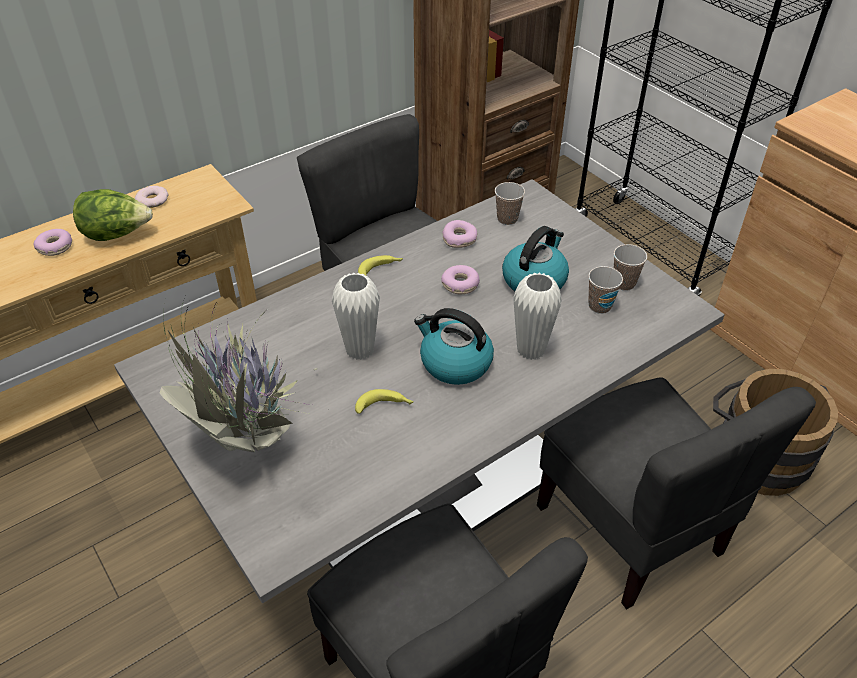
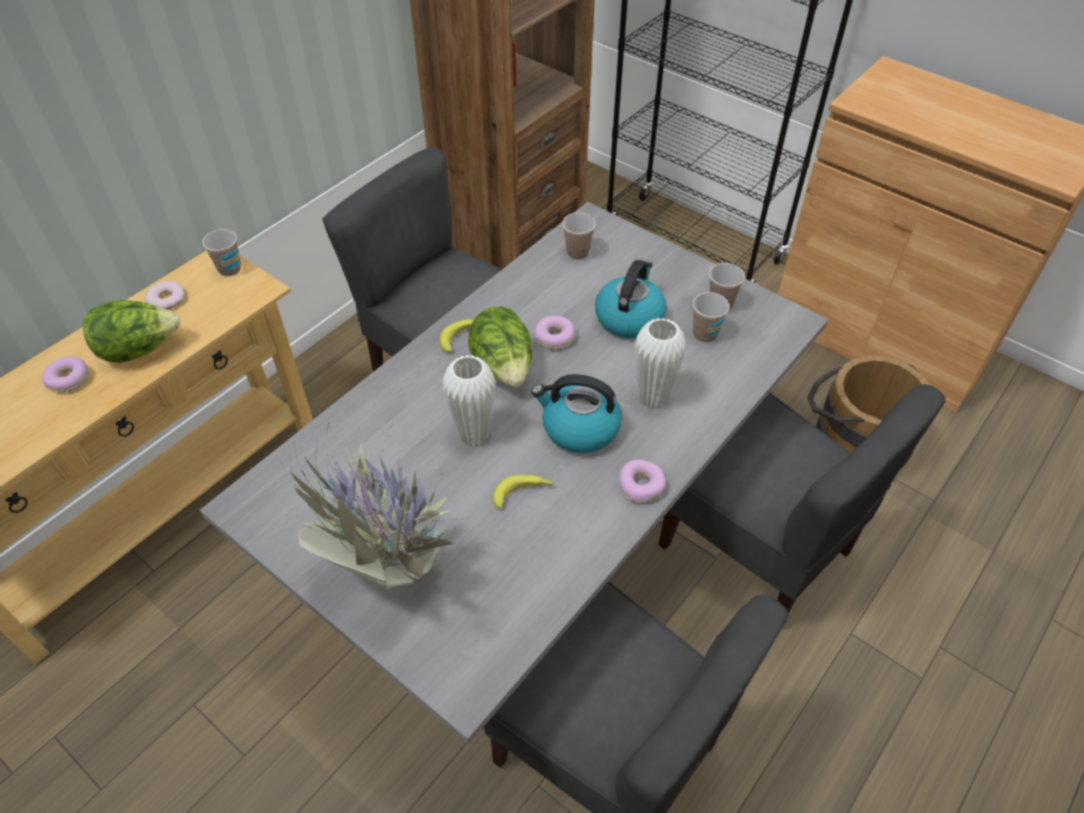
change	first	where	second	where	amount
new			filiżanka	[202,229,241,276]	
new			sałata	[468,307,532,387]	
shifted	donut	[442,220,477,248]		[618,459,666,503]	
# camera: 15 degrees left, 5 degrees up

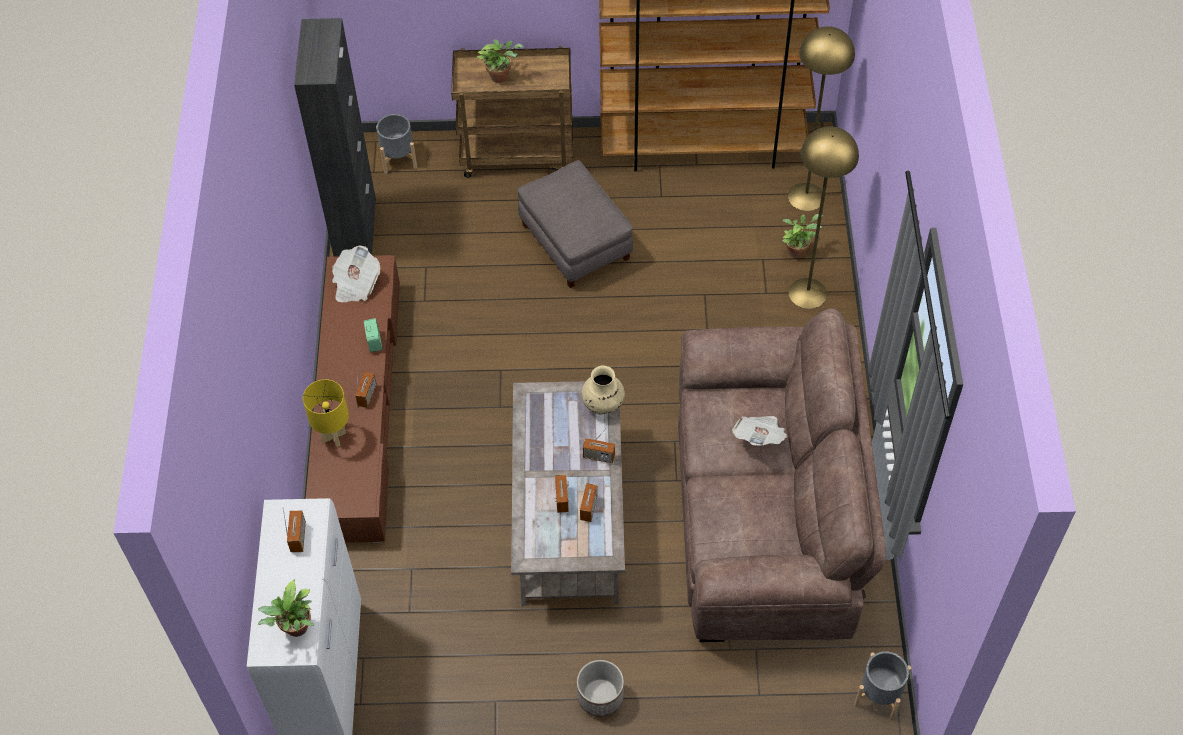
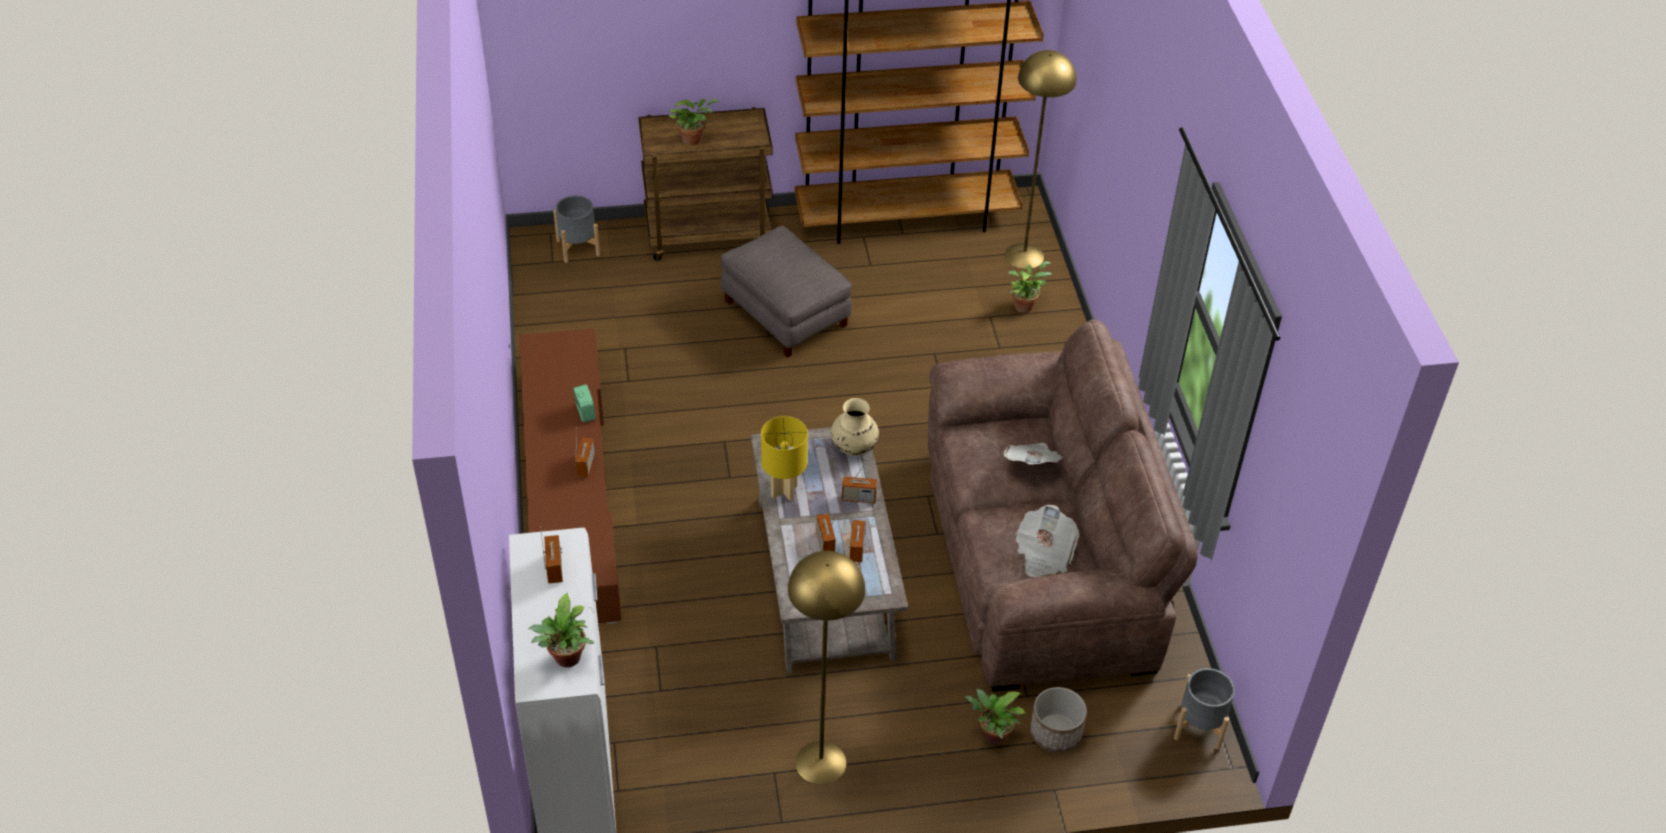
change	first	where	second	where	amount
gone	szafka (czarny)	[294,18,376,257]			
new			roślina doniczkowa	[965,689,1026,745]	
shifted	lampa stołowa (żółty)	[303,379,349,447]		[761,416,808,501]	
shifted	gazeta	[332,246,380,302]		[1015,505,1079,577]	
shifted	donica	[577,660,624,717]		[1030,687,1087,752]	
shifted	lampa stojąca (żółty)	[789,126,859,309]		[788,551,865,785]	
# camera: 10 degrees left, 10 degrees down

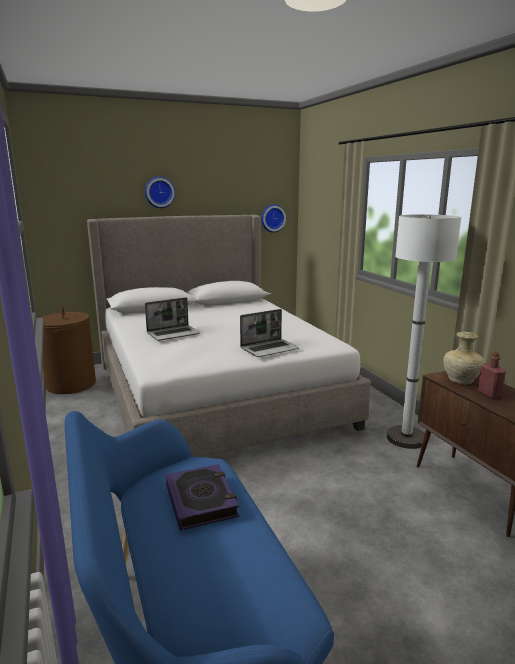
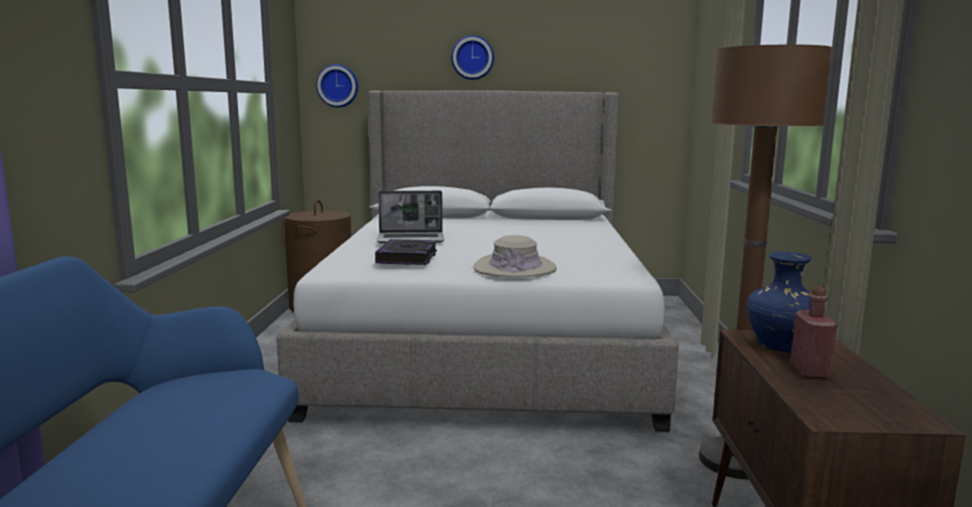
change	first	where	second	where	amount
shifted	książka	[166,464,239,531]		[375,239,437,265]	
shifted	zegar ścienny	[261,204,286,232]		[316,64,358,108]	
swapped	laptop	[240,309,299,357]	kapelusz (beżowy)	[473,235,557,277]	
repainted	lampa stojąca (biały)	[387,214,461,449]	lampa stojąca (brązowy)	[699,45,832,479]	
repainted	wazon (beżowy)	[443,332,484,384]	wazon (niebieski)	[747,251,825,352]	
# camera: 25 degrees right, 5 degrees down

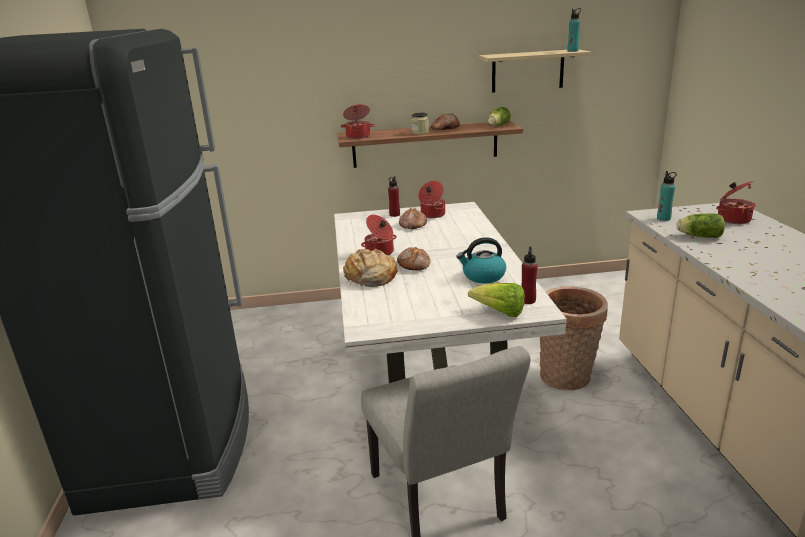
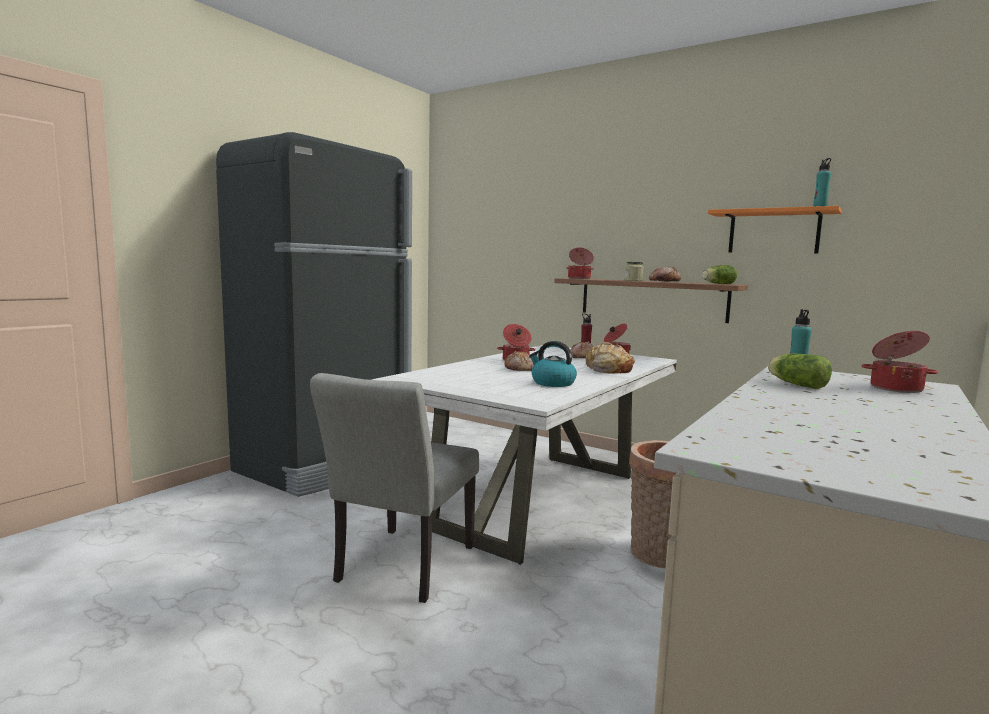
change	first	where	second	where	amount
gone	sałata	[468,283,525,317]			
gone	butelka (czerwony)	[521,247,538,304]			
shifted	chleb	[343,248,398,287]		[585,342,635,373]	
repainted	półka (beżowy)	[479,49,591,93]	półka (pomarańczowy)	[708,206,842,253]	
# camera: 40 degrees right, 15 degrees down

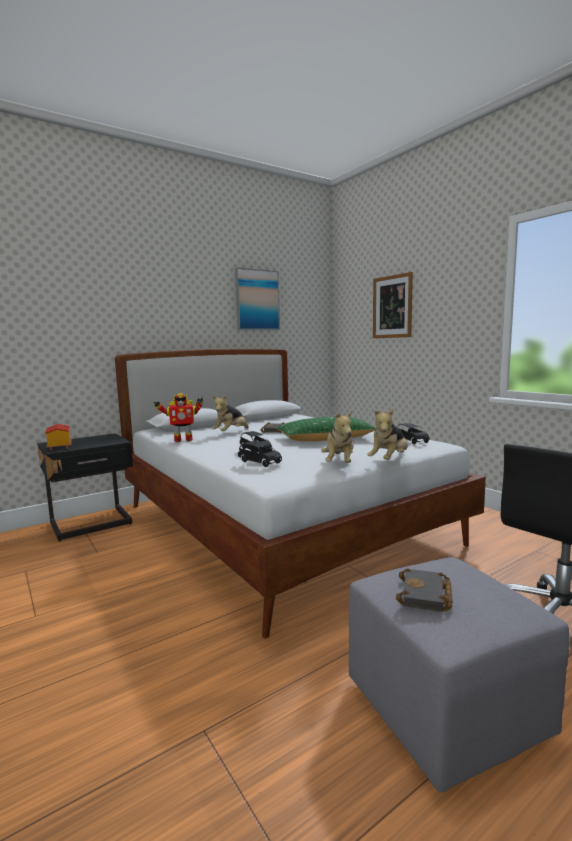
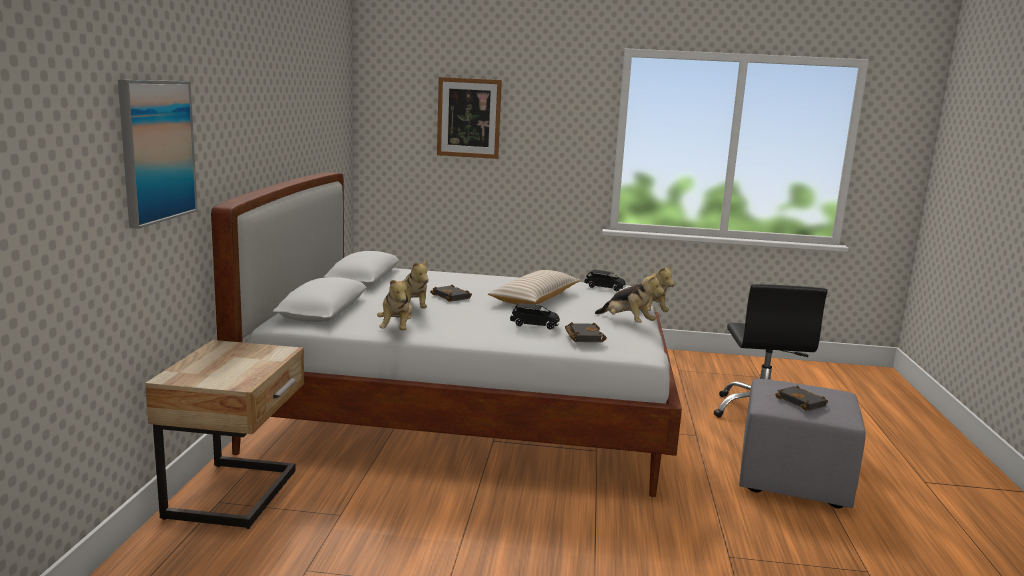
change	first	where	second	where	amount
gone	domek	[45,424,72,450]			
shifted	obraz	[235,267,280,330]		[118,80,198,229]	
swapped	robot zabawkowy	[154,393,204,442]	pluszak	[377,276,413,330]	
swapped	samochodzik (czarny)	[238,441,282,467]	książka (czarny)	[565,322,607,342]	
repainted	szafka nocna (czarny)	[37,433,133,541]	szafka nocna (beżowy)	[145,340,304,529]	
repainted	poduszka (zielony)	[277,417,376,441]	poduszka (beżowy)	[488,270,580,305]	
# camera: 50 degrees left, 5 degrees up

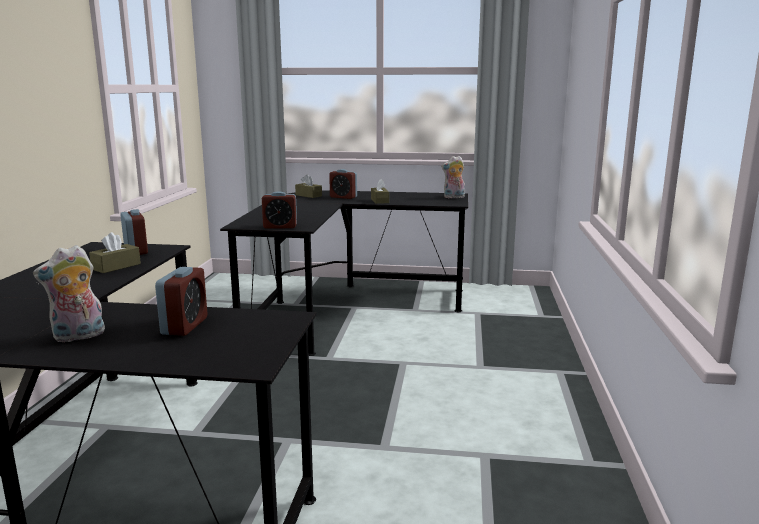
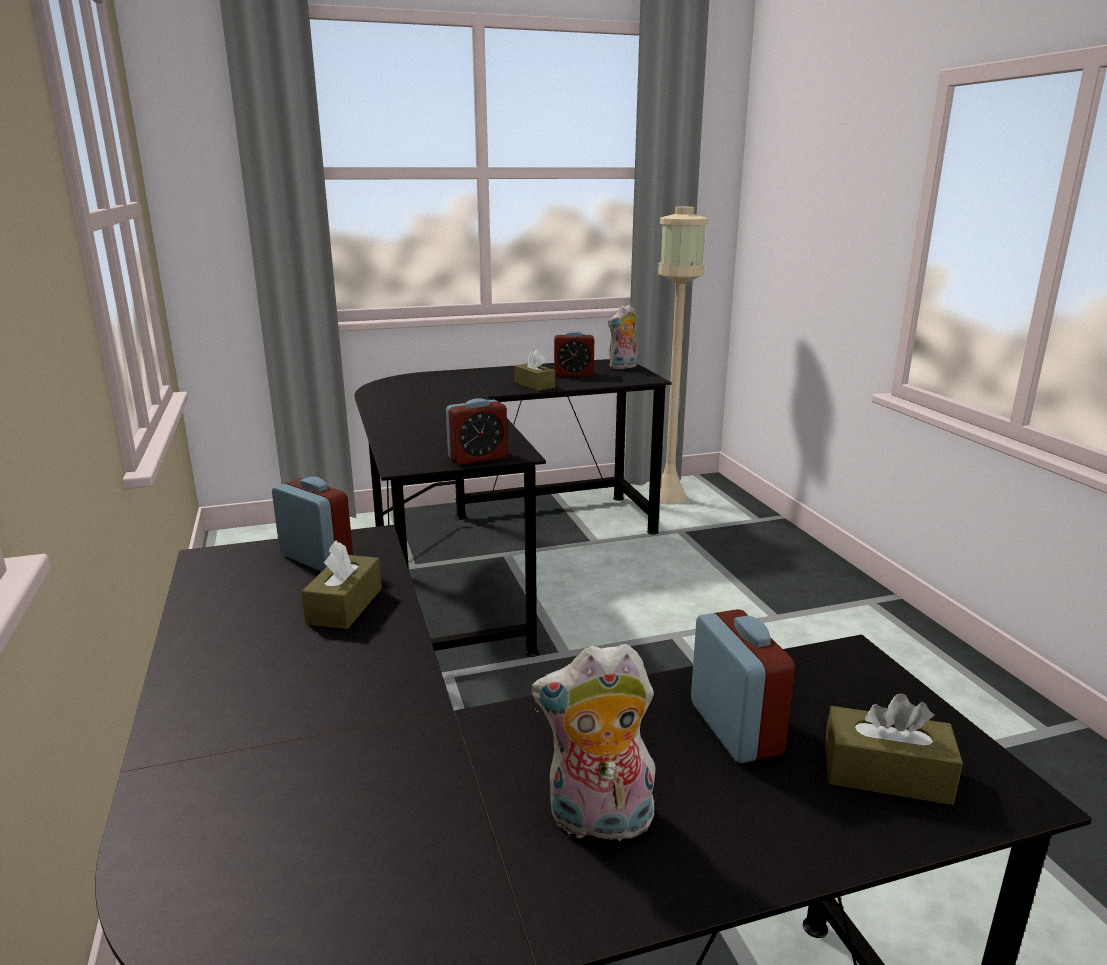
change	first	where	second	where	amount
new			lampa stojąca (beżowy)	[658,207,708,505]	
shifted	pudełko chusteczek (brązowy)	[295,175,322,198]		[825,693,963,805]	
shifted	budzik	[329,169,357,199]		[554,331,594,376]	
rotated	pluszak	[33,245,105,343]		[531,644,656,848]	60 degrees clockwise
# camera: 25 degrees left, 5 degrees up

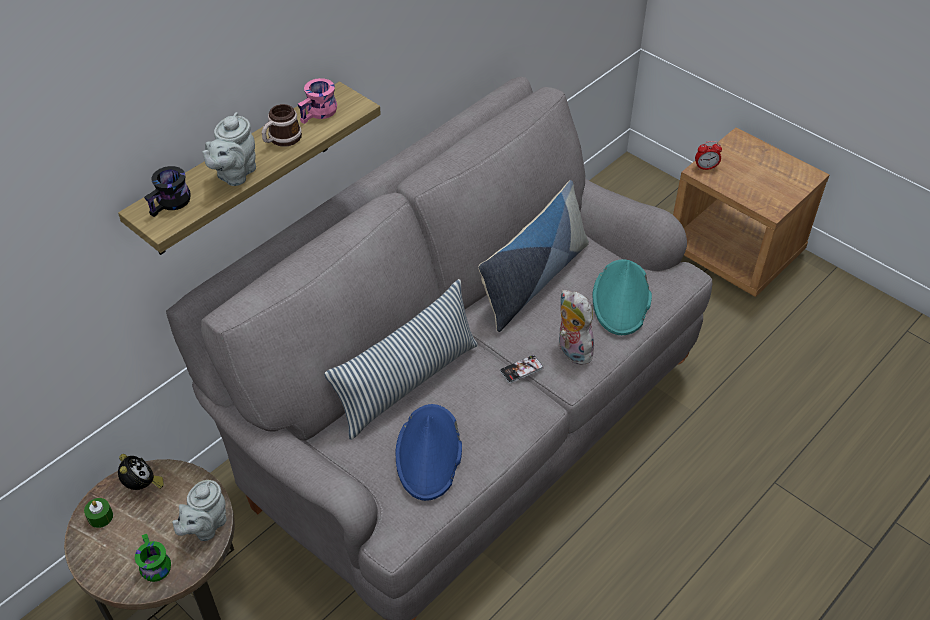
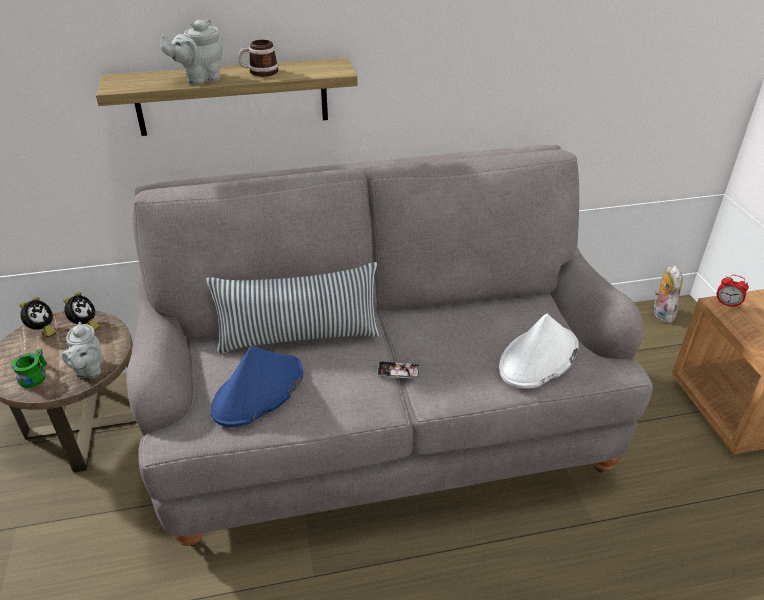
change	first	where	second	where	amount
gone	kubek (czarny)	[144,166,191,217]			
gone	kubek (różowy)	[298,78,337,124]			
gone	poduszka	[478,180,589,332]			
shifted	pluszak	[559,290,597,365]		[653,266,683,323]	
swapped	świeca (zielony)	[84,498,113,528]	budzik	[19,297,57,338]	
repainted	kapelusz (turkusowy)	[592,259,652,335]	kapelusz (biały)	[499,314,579,389]	
rotated	imbryk (szary)	[172,480,227,541]		[62,322,104,378]	75 degrees counterclockwise
# camera: 35 degrees right, 10 degrees down

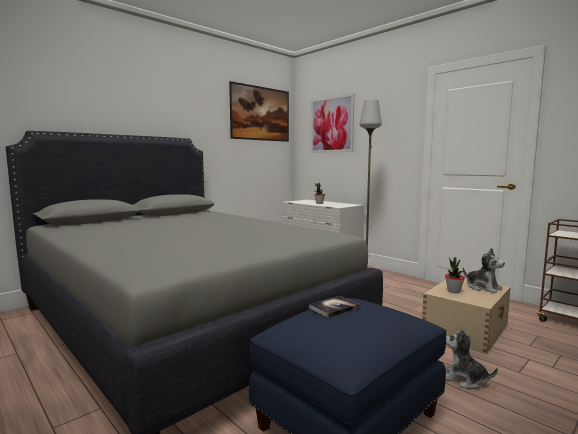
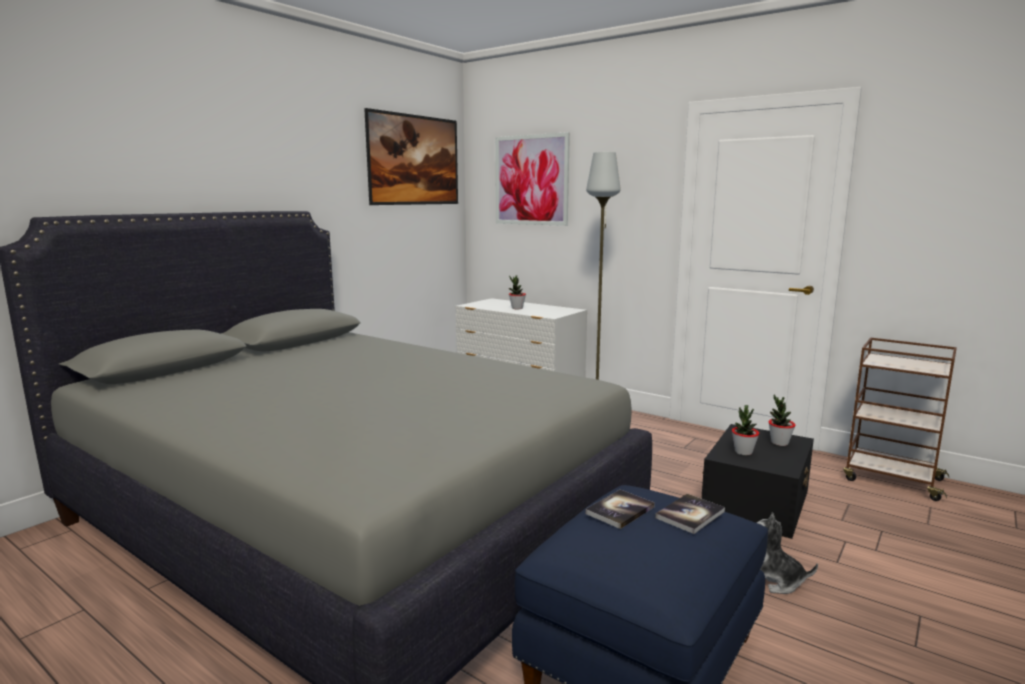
change	first	where	second	where	amount
new			książka	[655,494,725,534]	
swapped	pluszak	[463,248,505,293]	roślina doniczkowa	[768,394,796,446]	
repainted	pojemnik do przechowywania (beżowy)	[422,278,511,354]	pojemnik do przechowywania (czarny)	[701,424,814,539]	
# camera: 10 degrees left, 5 degrees up

